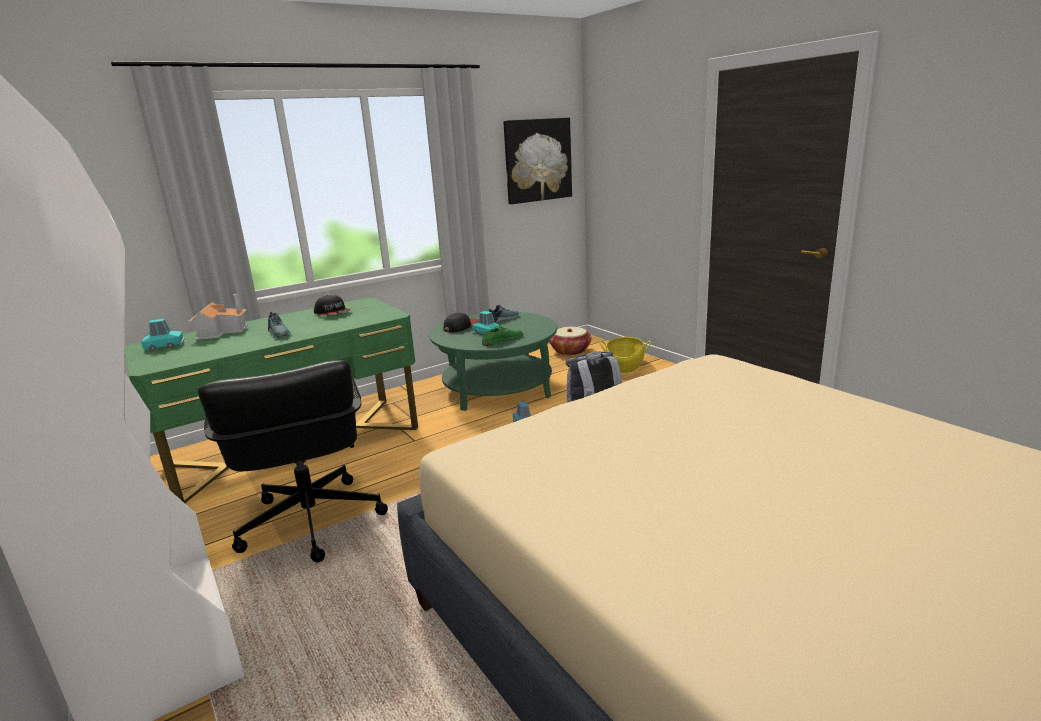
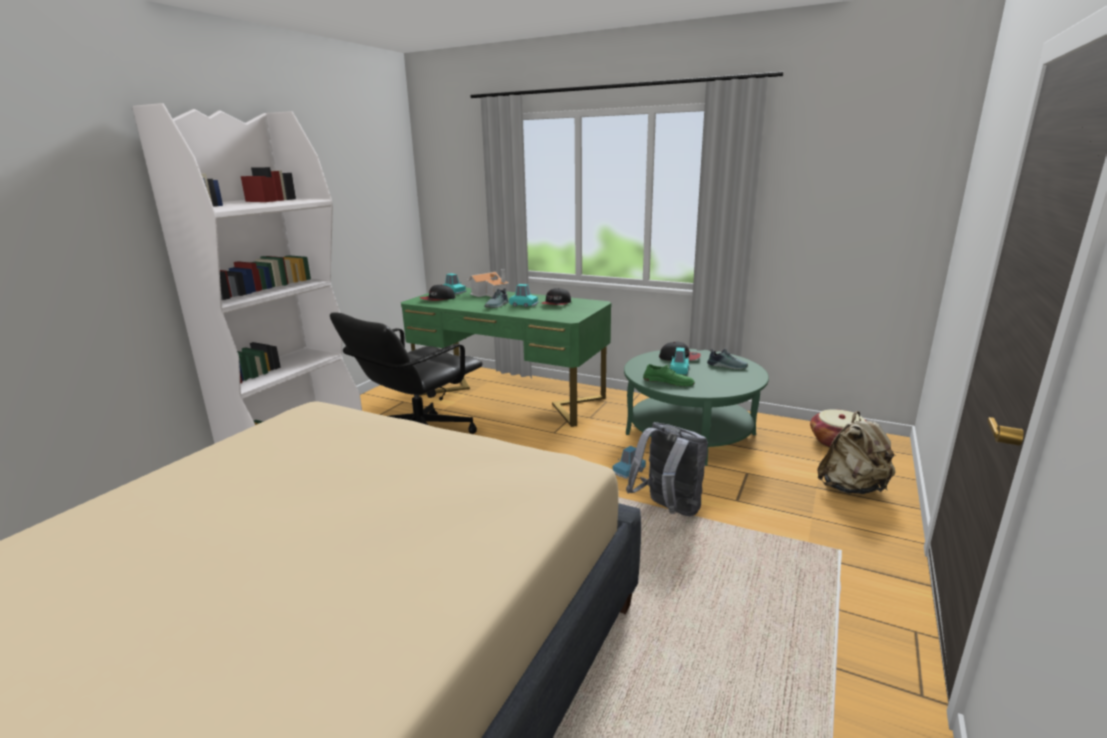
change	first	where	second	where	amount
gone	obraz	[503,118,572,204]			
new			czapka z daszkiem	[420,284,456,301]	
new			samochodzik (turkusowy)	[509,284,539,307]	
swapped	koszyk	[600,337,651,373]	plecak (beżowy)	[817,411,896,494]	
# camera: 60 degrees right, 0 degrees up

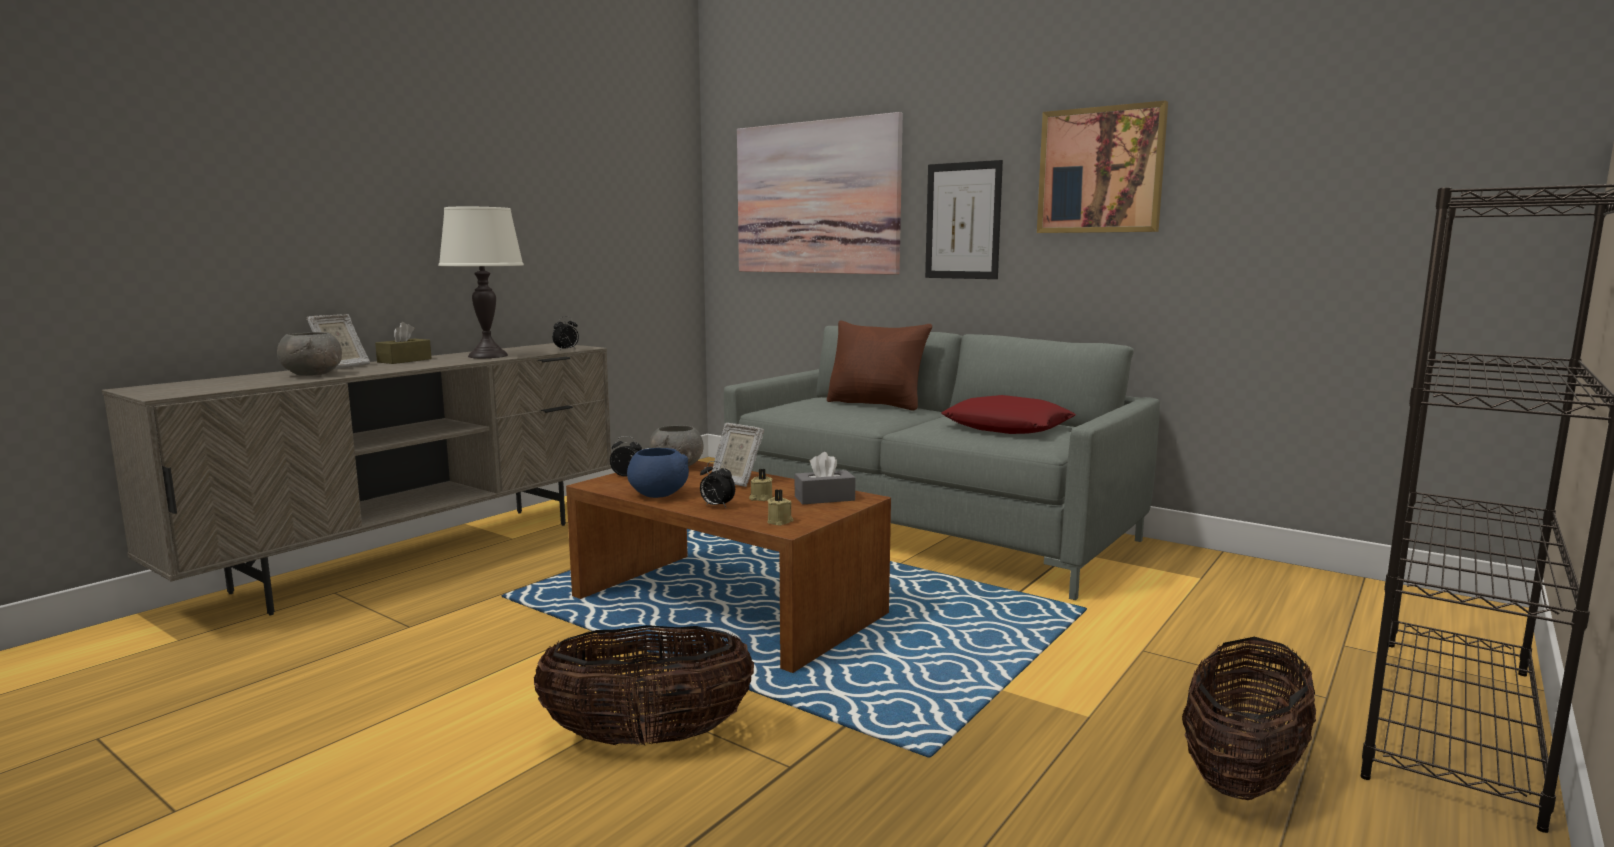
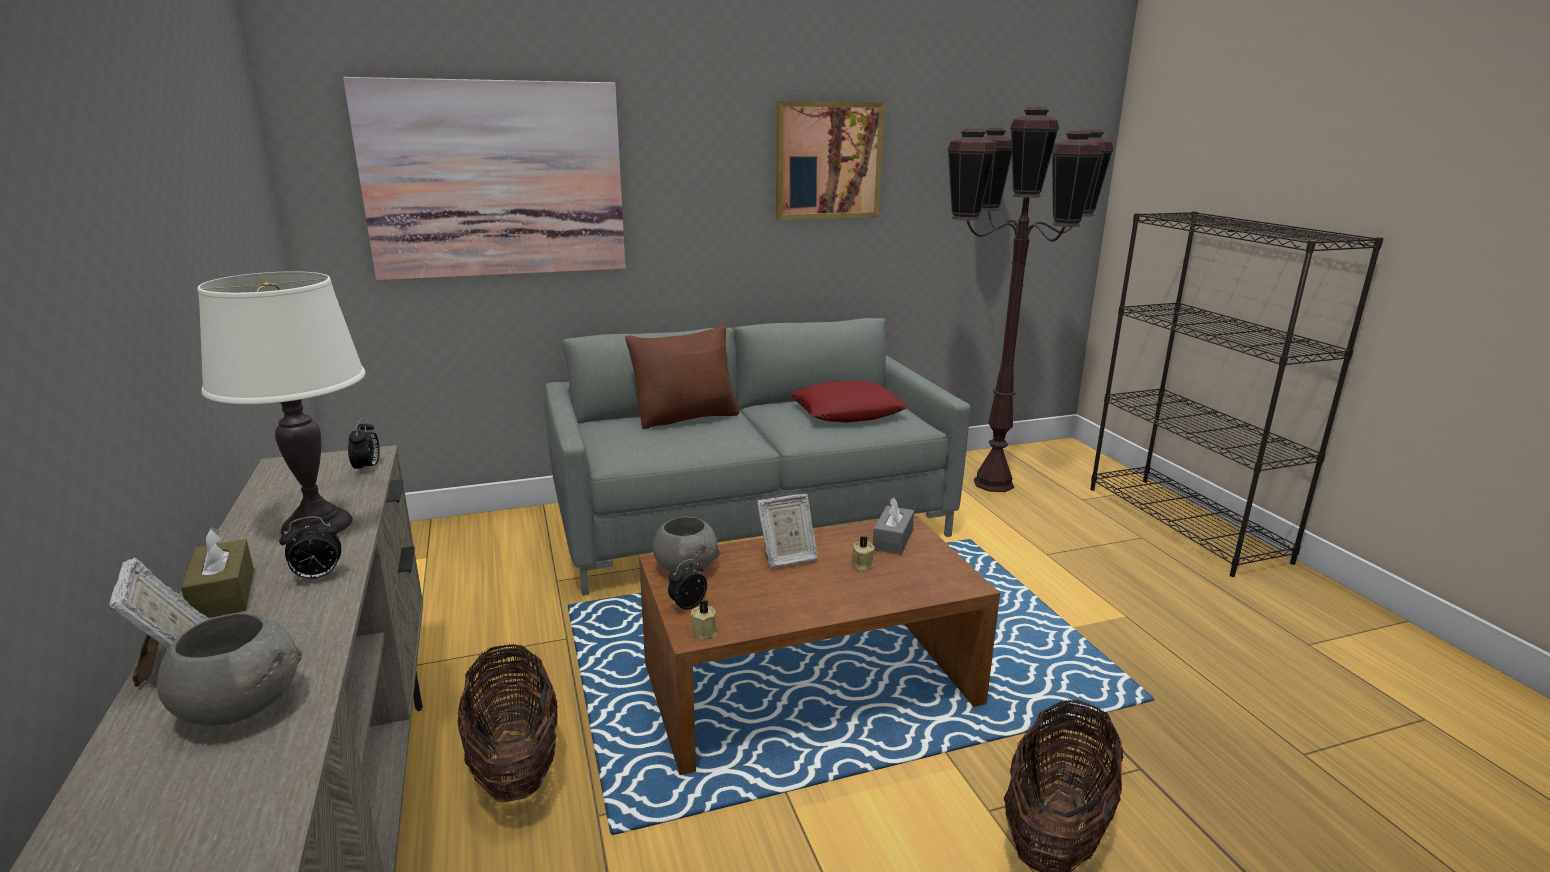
change	first	where	second	where	amount
gone	miska (niebieski)	[627,448,689,498]			
gone	obraz	[925,160,1003,279]			
new			lampa stojąca (brązowy)	[947,107,1113,492]	
shifted	budzik	[700,461,735,507]		[279,516,341,582]	
shifted	świeca (beżowy)	[767,489,793,526]		[691,600,717,641]	
shifted	koszyk	[1182,637,1316,800]		[458,643,558,802]	
# camera: 55 degrees left, 10 degrees up

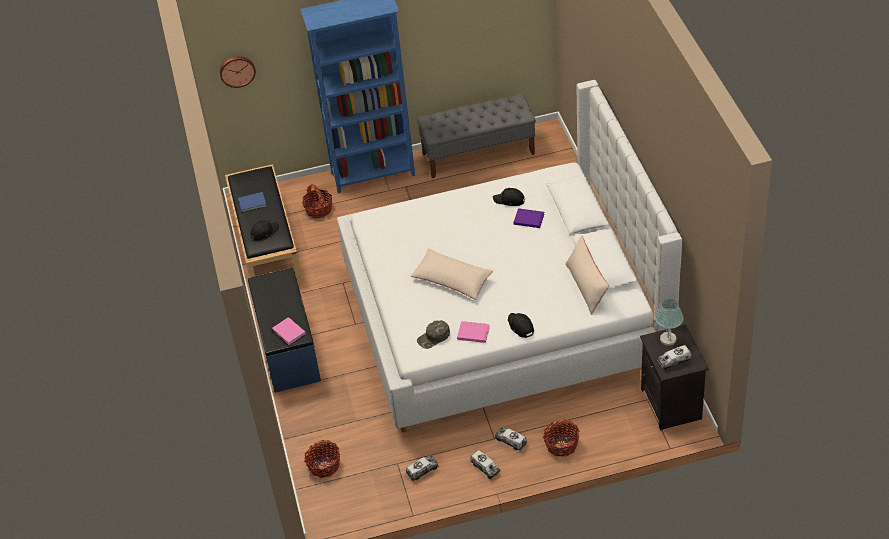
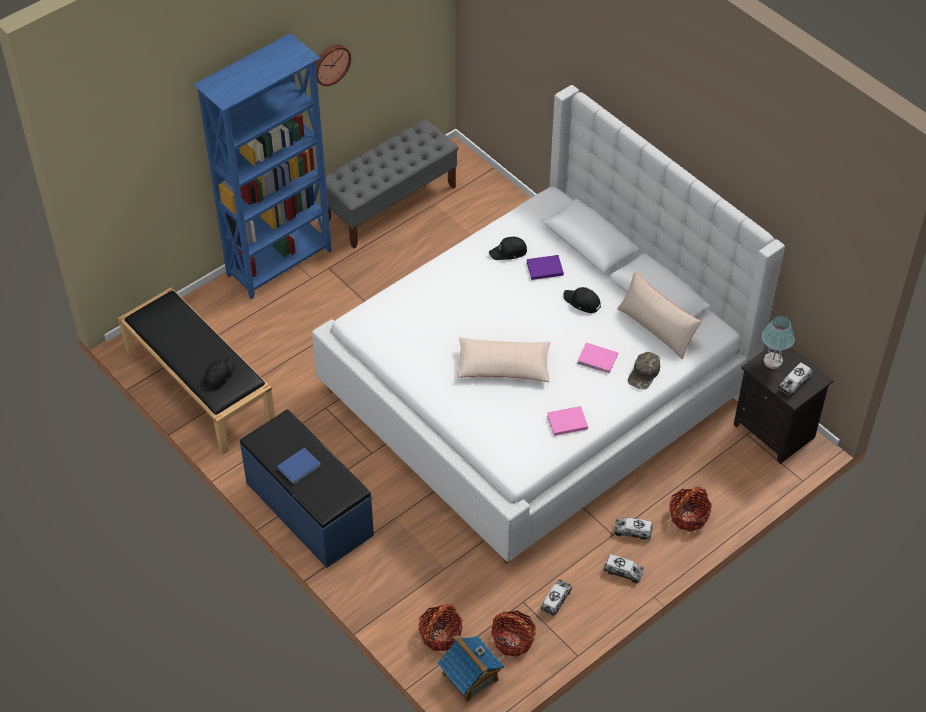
change	first	where	second	where	amount
new			domek	[438,635,504,703]	
shifted	zegar ścienny	[220,56,256,88]		[316,45,351,86]	
shifted	książka (niebieski)	[238,192,267,212]		[277,447,321,485]	
shifted	książka (różowy)	[272,317,306,345]		[577,342,618,373]	
shifted	koszyk	[302,184,332,218]		[491,610,536,657]	
shifted	czapka z daszkiem (zielony)	[417,320,450,349]		[628,352,660,390]	
shifted	czapka z daszkiem (czarny)	[508,313,534,338]		[563,287,601,313]	
# camera: 30 degrees left, 5 degrees up

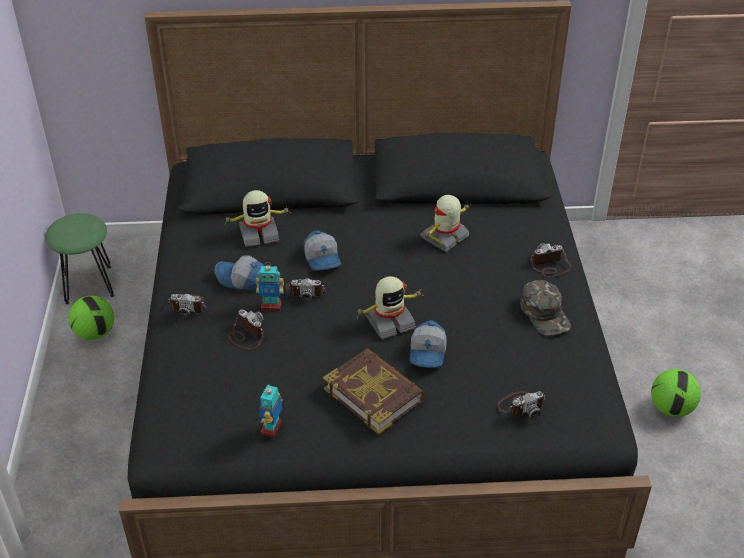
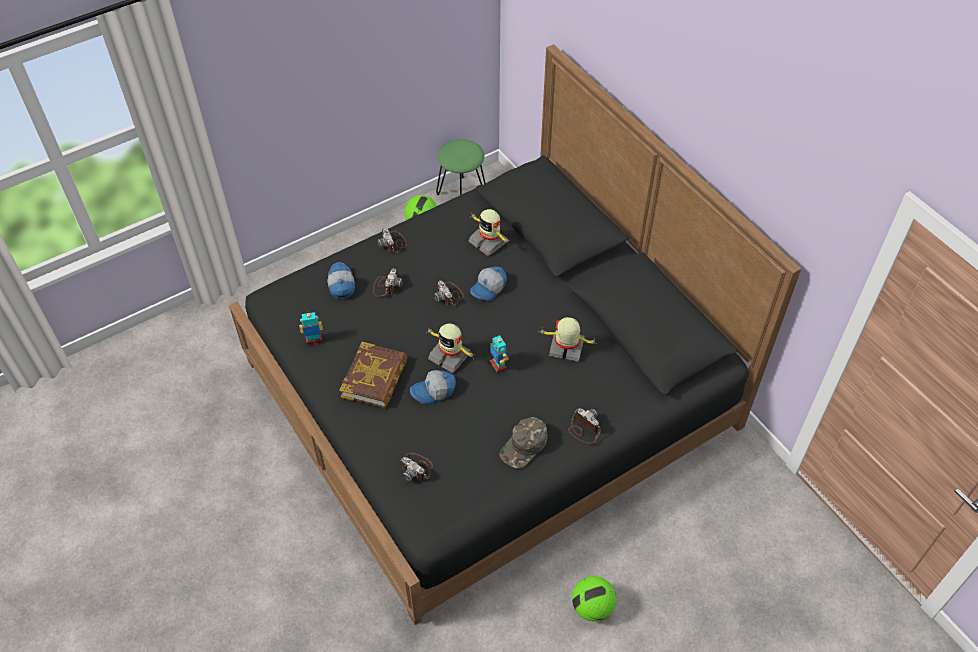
change	first	where	second	where	amount
shifted	czapka z daszkiem	[214,255,264,291]		[327,262,355,300]	
shifted	robot zabawkowy	[256,262,284,311]		[490,335,509,373]	
# camera: 60 degrees right, 10 degrees up

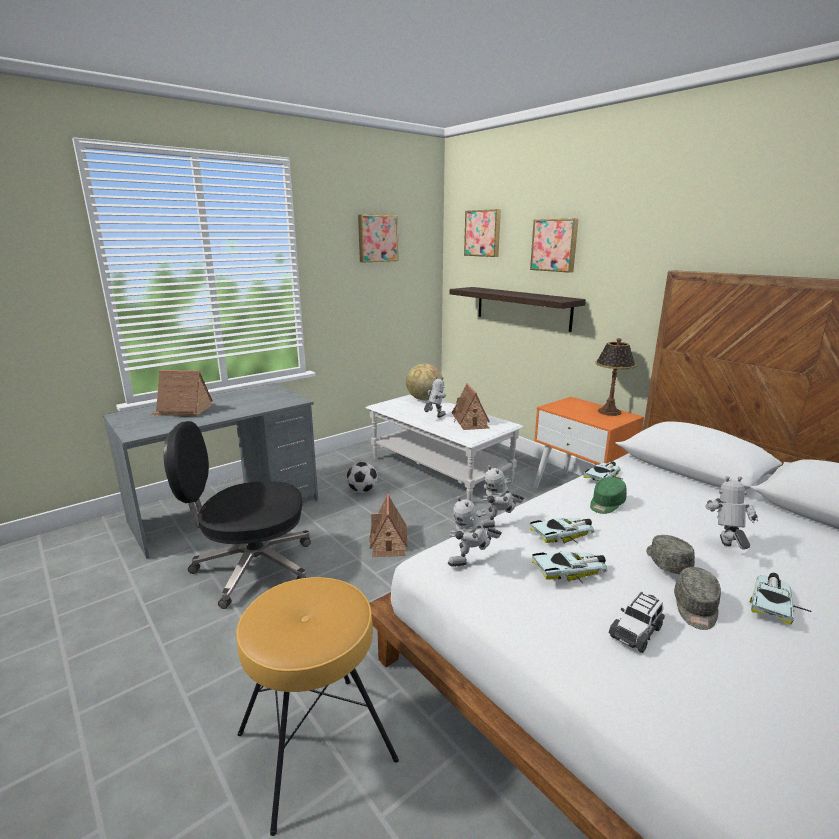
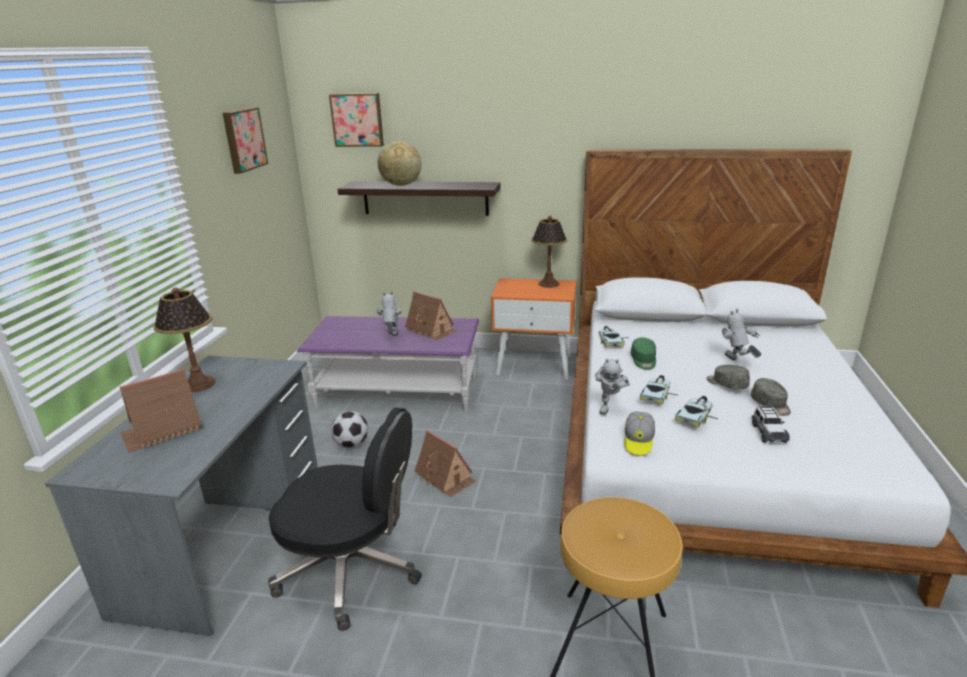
change	first	where	second	where	amount
gone	obraz	[530,219,579,273]			
gone	samochodzik	[750,573,811,625]			
new			lampa stołowa	[153,288,215,392]	
shifted	globus	[406,363,443,400]		[378,141,422,186]	
swapped	robot zabawkowy	[448,496,502,567]	czapka z daszkiem	[624,411,655,456]	
repainted	ława (biały)	[366,394,524,501]	ława (fioletowy)	[297,316,479,413]	
rotated	krzesło biurowe (czarny)	[163,421,311,609]		[268,407,422,631]	120 degrees counterclockwise
# camera: 40 degrees left, 5 degrees up

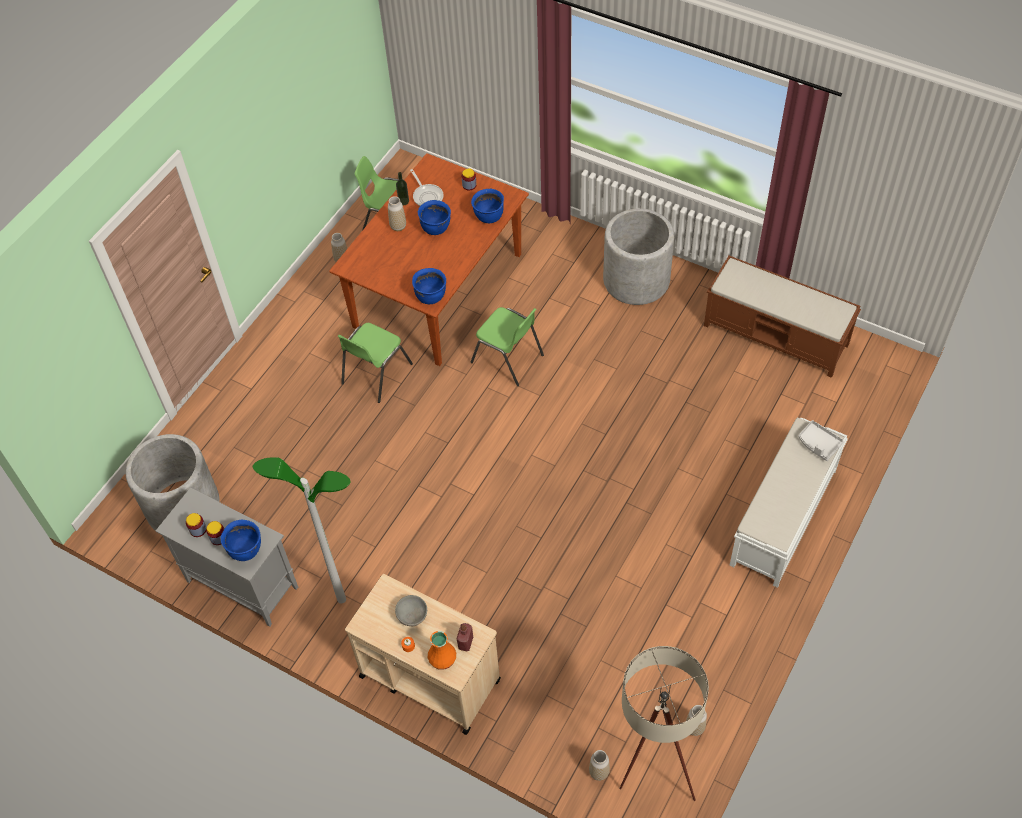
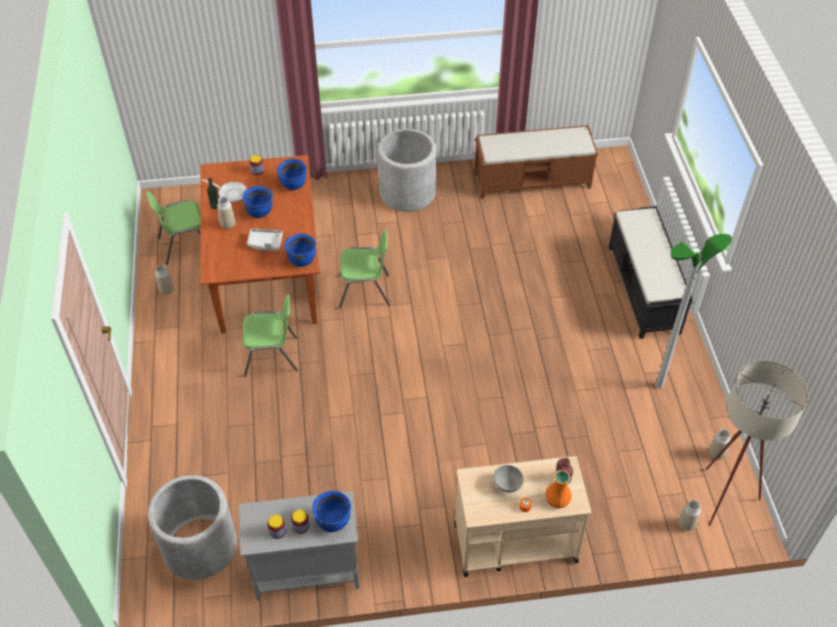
change	first	where	second	where	amount
shifted	lampa stojąca	[253,457,351,604]		[655,234,732,389]	
shifted	taca (szary)	[798,420,844,461]		[247,229,283,251]	
repainted	ławka (biały)	[730,417,848,588]	ławka (czarny)	[609,206,693,339]	
rotated	krzesło (zielony)	[338,323,413,403]		[243,294,298,377]	90 degrees counterclockwise
# camera: 40 degrees left, 5 degrees down

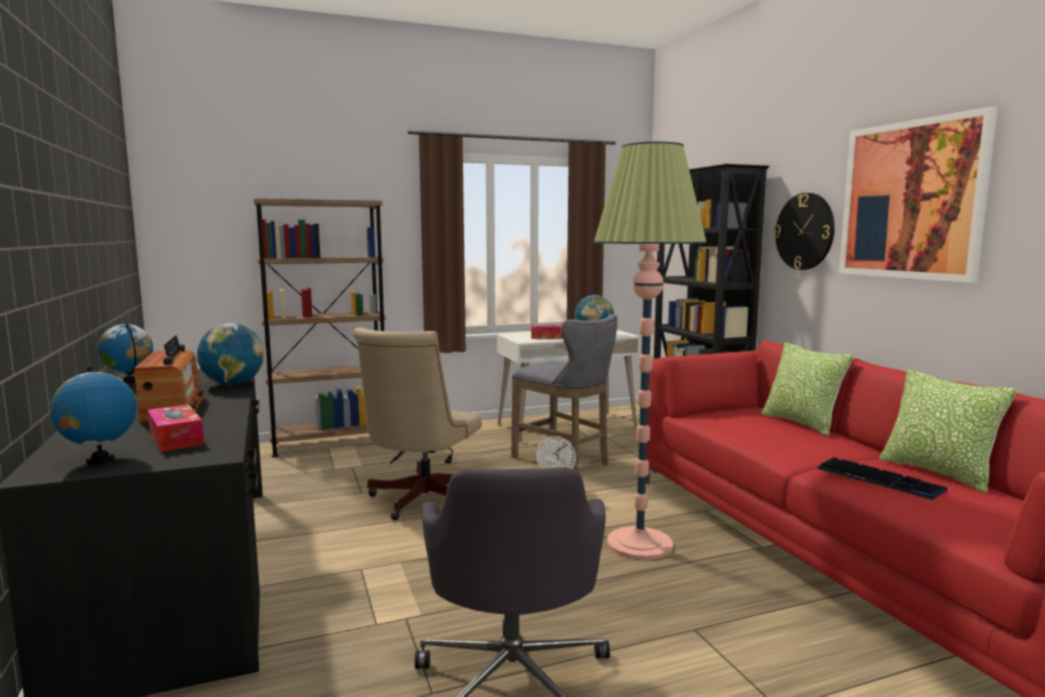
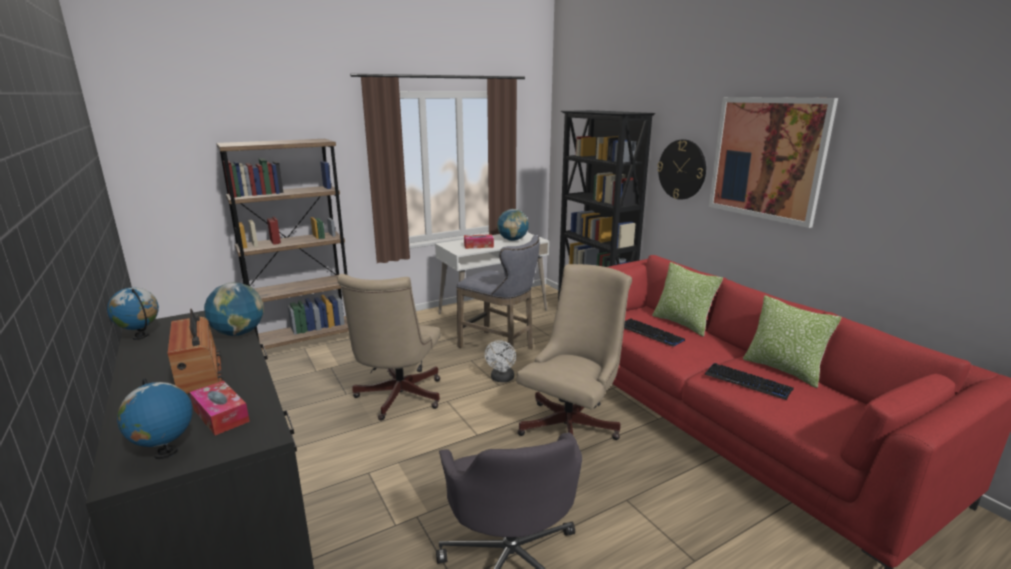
change	first	where	second	where	amount
new			klawiatura	[624,318,685,347]	
swapped	lampa stojąca	[594,142,707,560]	krzesło biurowe (beżowy)	[516,264,632,440]	
# camera: 10 degrees left, 10 degrees up

